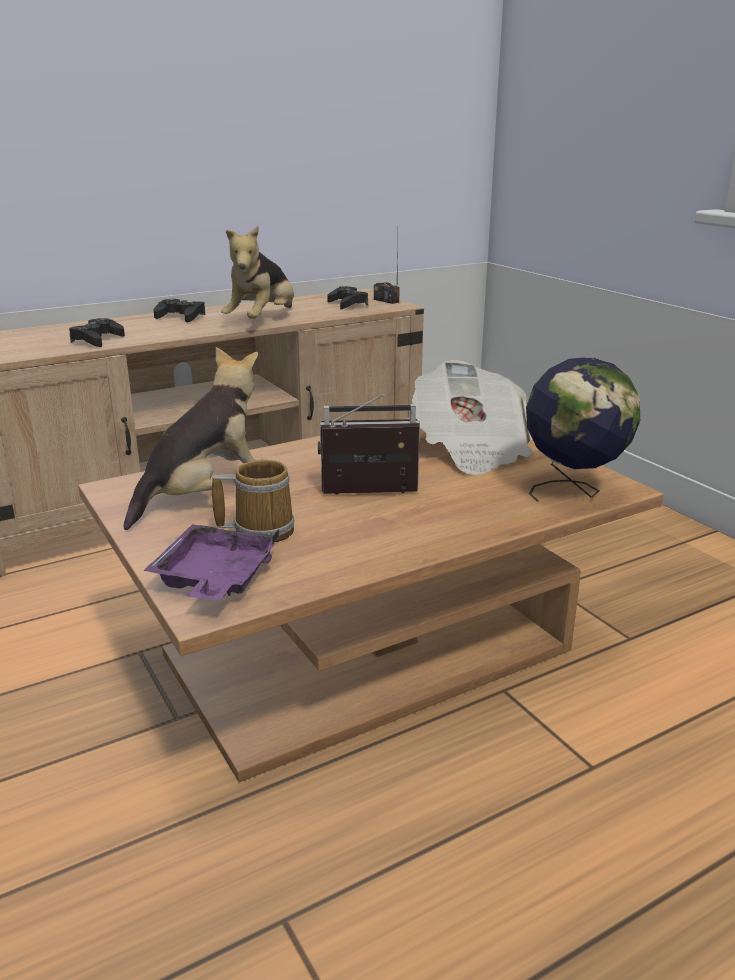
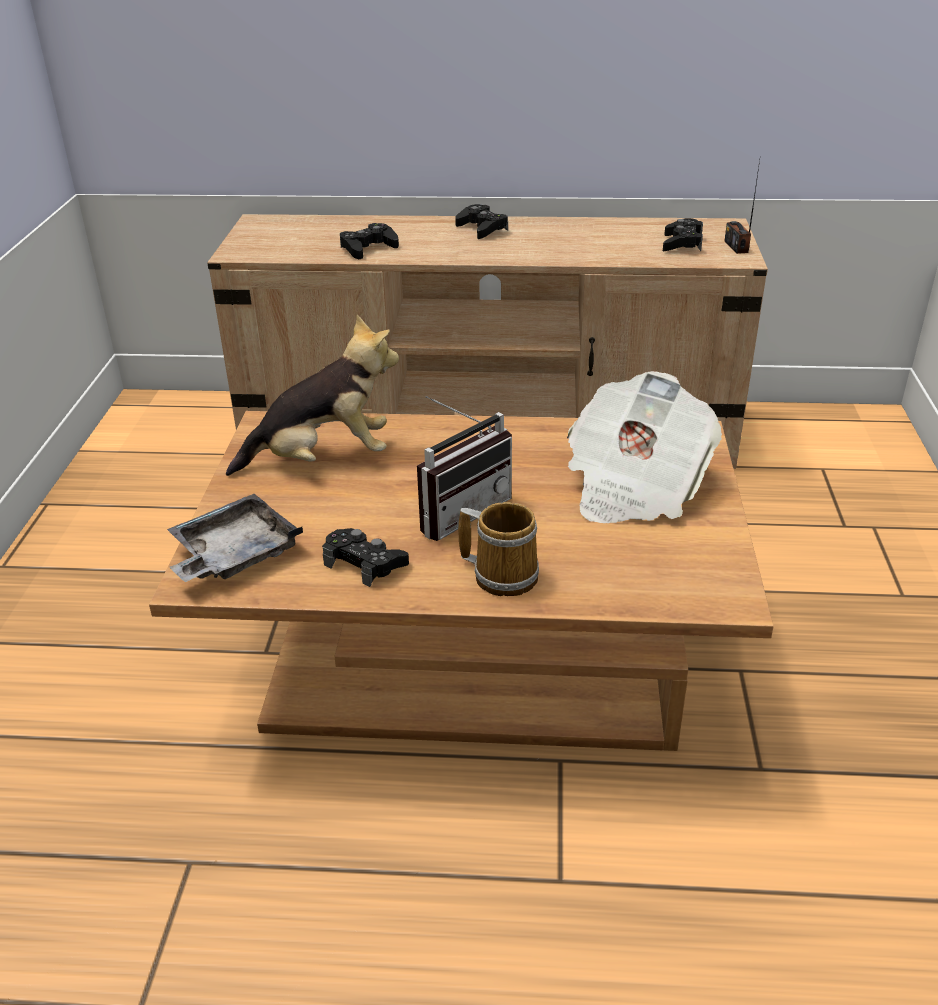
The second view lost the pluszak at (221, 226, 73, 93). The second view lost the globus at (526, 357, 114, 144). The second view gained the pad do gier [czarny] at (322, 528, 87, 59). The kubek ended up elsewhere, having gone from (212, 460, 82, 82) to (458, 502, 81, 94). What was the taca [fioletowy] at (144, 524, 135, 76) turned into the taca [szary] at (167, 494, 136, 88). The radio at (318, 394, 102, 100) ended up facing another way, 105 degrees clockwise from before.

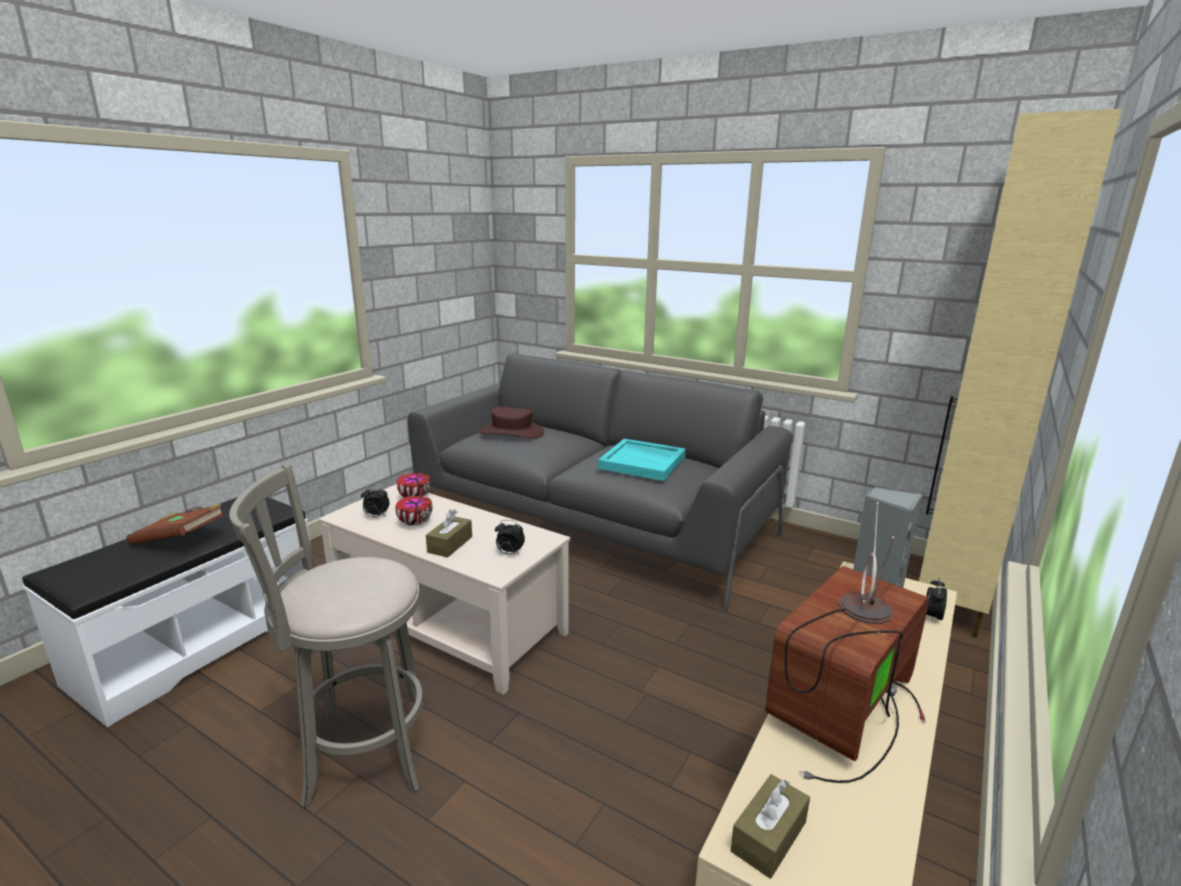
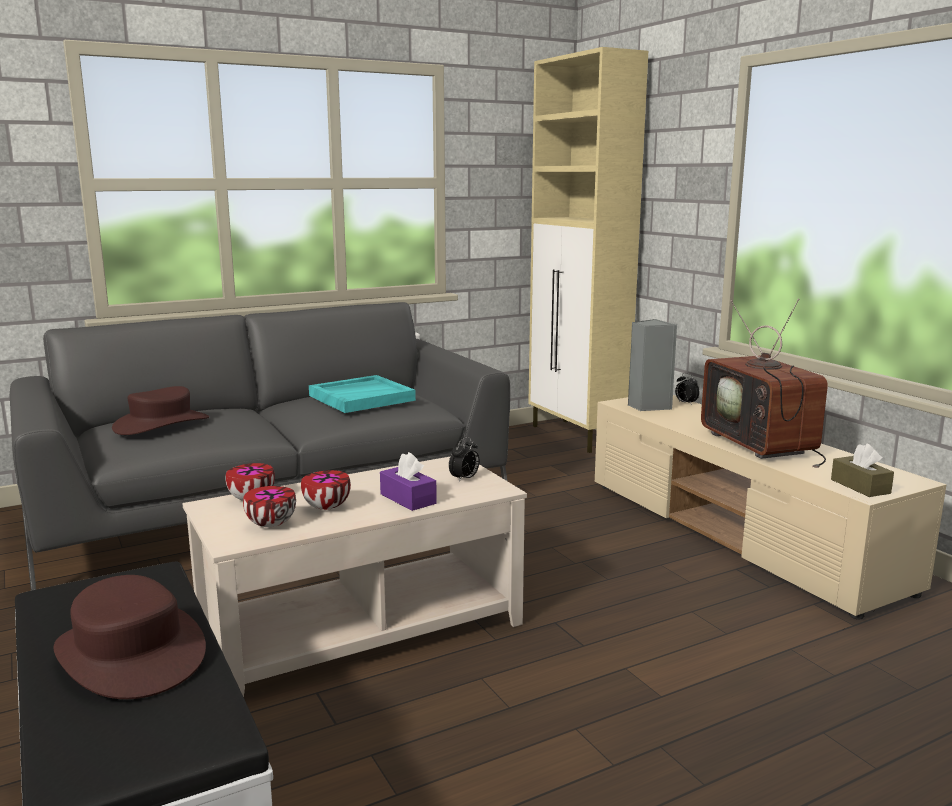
The second view lost the stołek [szary] at (229, 464, 197, 344). Where the książka [brązowy] stood at (126, 504, 99, 41), the kapelusz [brązowy] came to stand at (54, 575, 152, 124). Where the budzik stood at (361, 486, 29, 31), the miska came to stand at (243, 486, 53, 41). What was the pudełko chusteczek [brązowy] at (426, 509, 46, 48) turned into the pudełko chusteczek [fioletowy] at (380, 452, 57, 59).

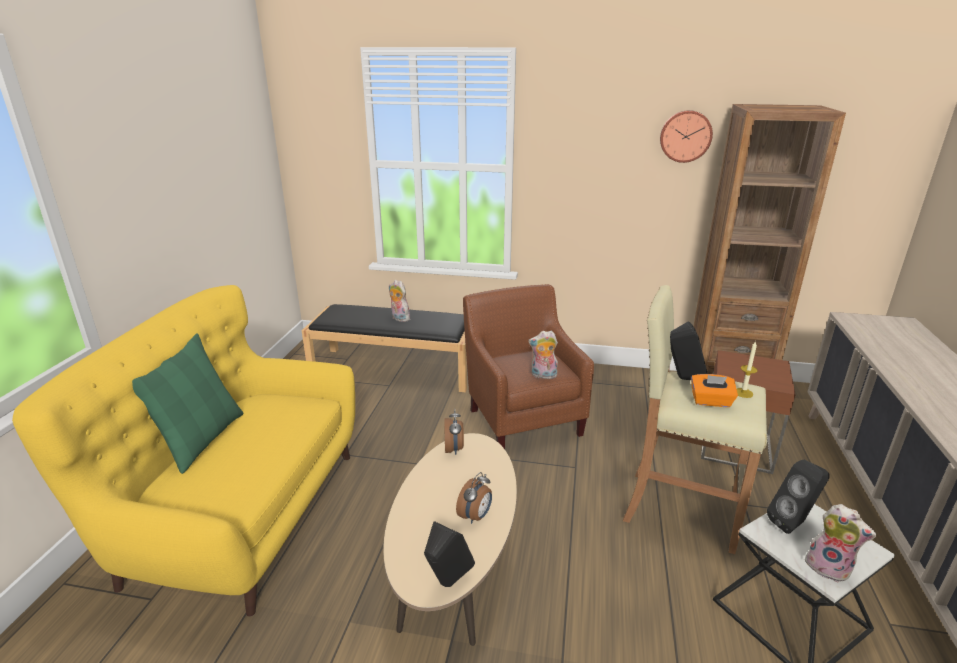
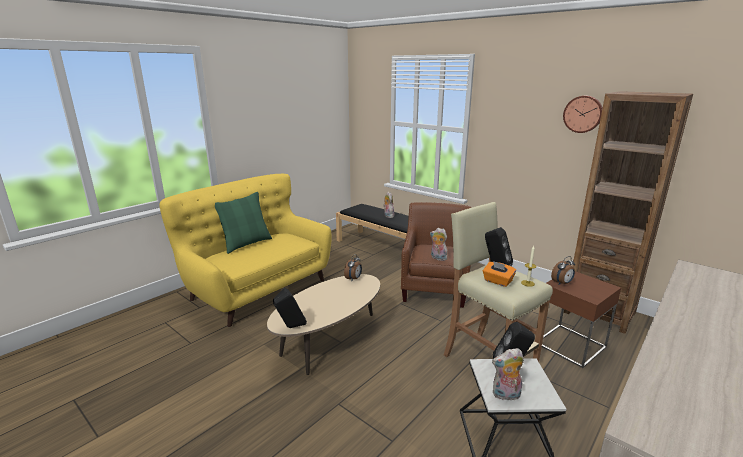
The budzik ended up elsewhere, having gone from (456, 472, 36, 52) to (551, 256, 24, 29). The pluszak at (805, 504, 71, 79) ended up facing another way, 105 degrees clockwise from before.

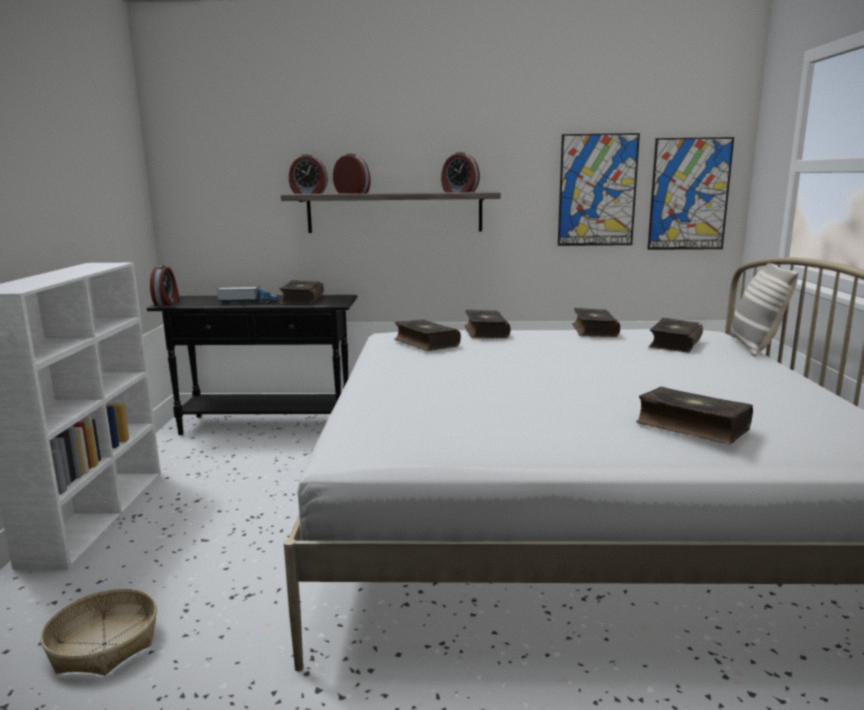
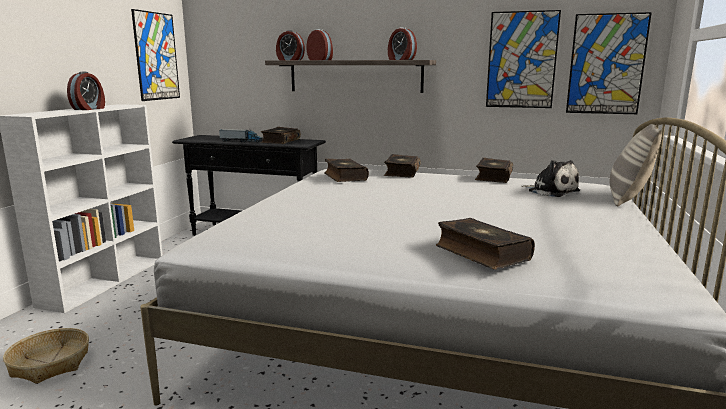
The second view gained the obraz at (131, 9, 49, 92). The budzik ended up elsewhere, having gone from (150, 265, 29, 41) to (67, 72, 38, 38). Where the książka stood at (648, 318, 55, 35), the pluszak came to stand at (521, 160, 59, 37).

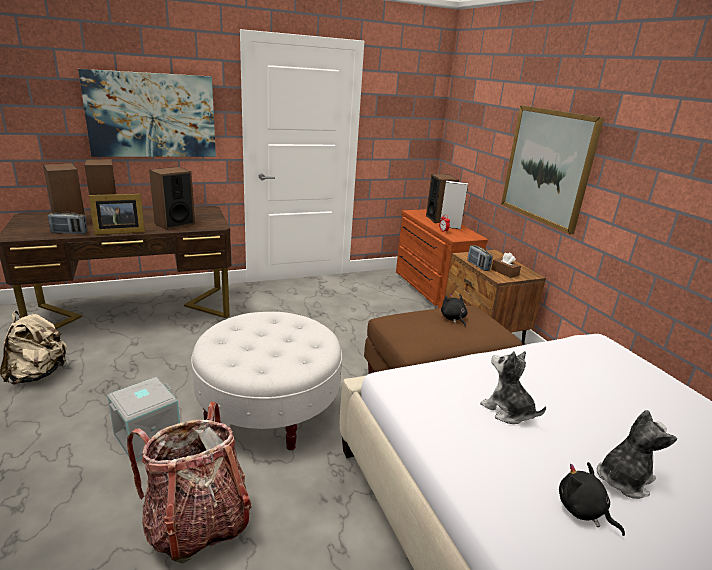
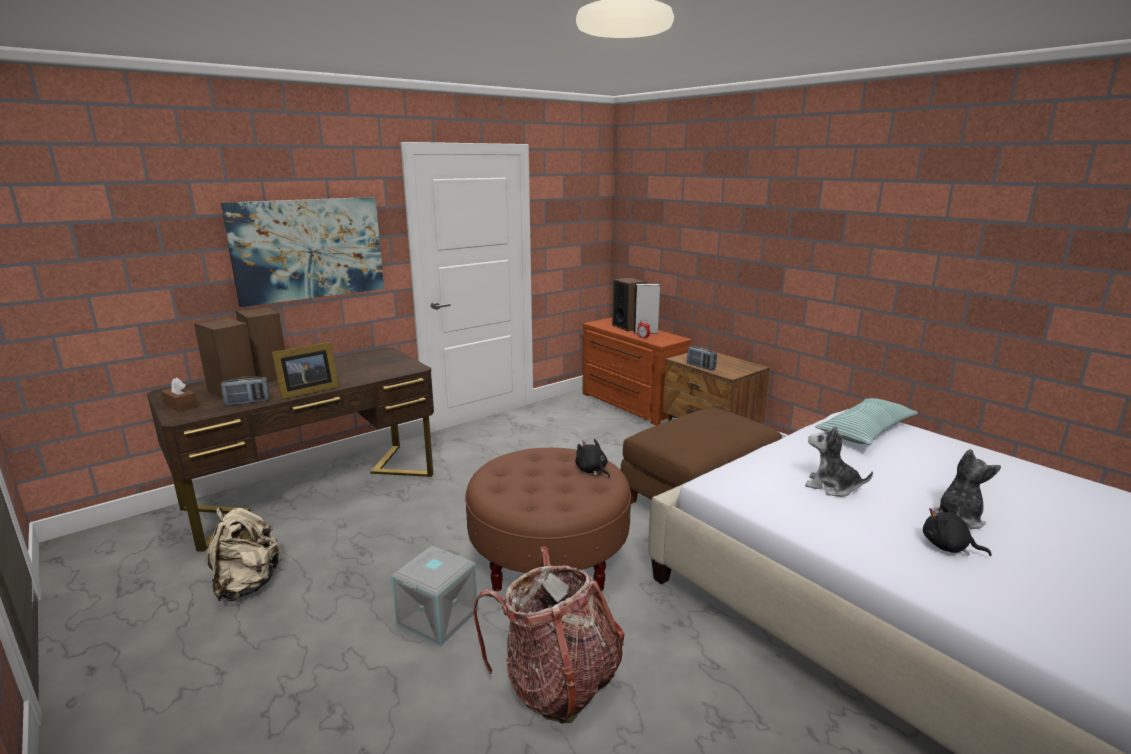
The second view lost the głośnik at (149, 167, 46, 63). The second view lost the obraz at (501, 105, 103, 129). The second view gained the poduszka at (815, 398, 103, 47). The pluszak [czarny] ended up elsewhere, having gone from (441, 294, 27, 33) to (575, 439, 35, 39). The pudełko chusteczek [brązowy] ended up elsewhere, having gone from (491, 252, 30, 26) to (161, 378, 36, 34). What was the pufa [biały] at (191, 312, 151, 138) turned into the pufa [brązowy] at (465, 448, 166, 143).

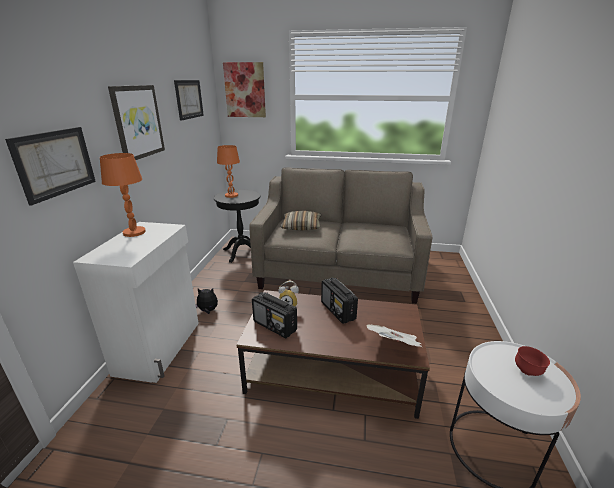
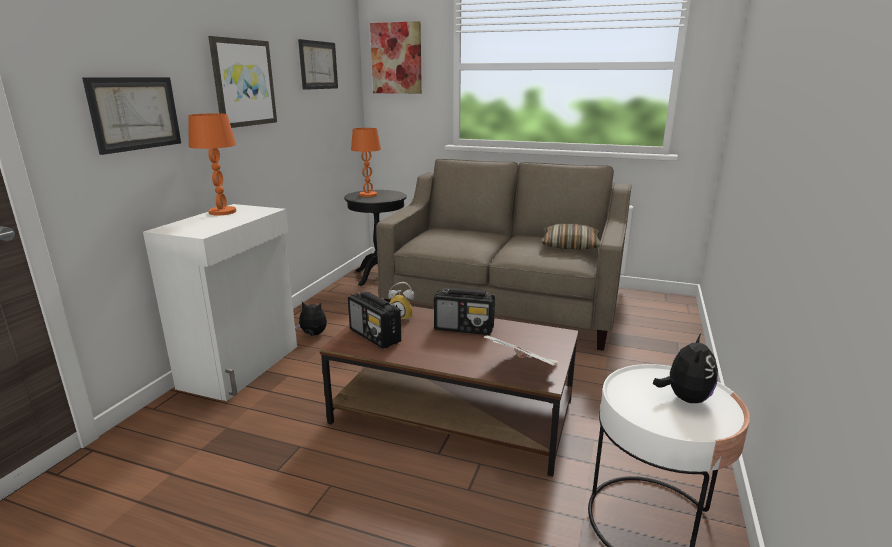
The poduszka ended up elsewhere, having gone from (280, 211, 41, 19) to (541, 224, 59, 26). Where the miska [czerwony] stood at (515, 346, 35, 30), the pluszak came to stand at (653, 332, 65, 71). The radio at (321, 277, 37, 47) ended up facing another way, 60 degrees counterclockwise from before.

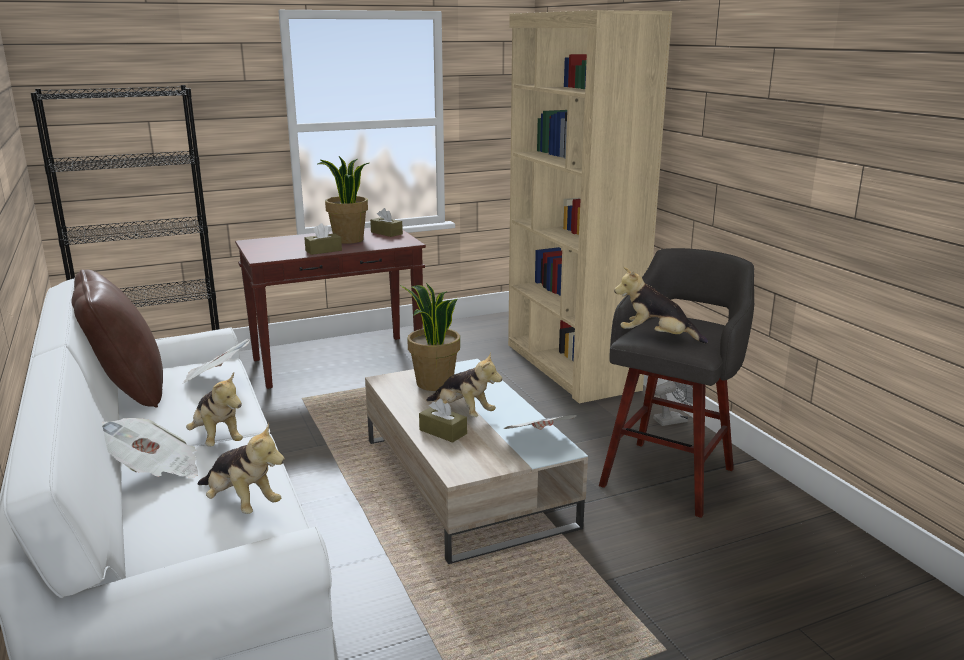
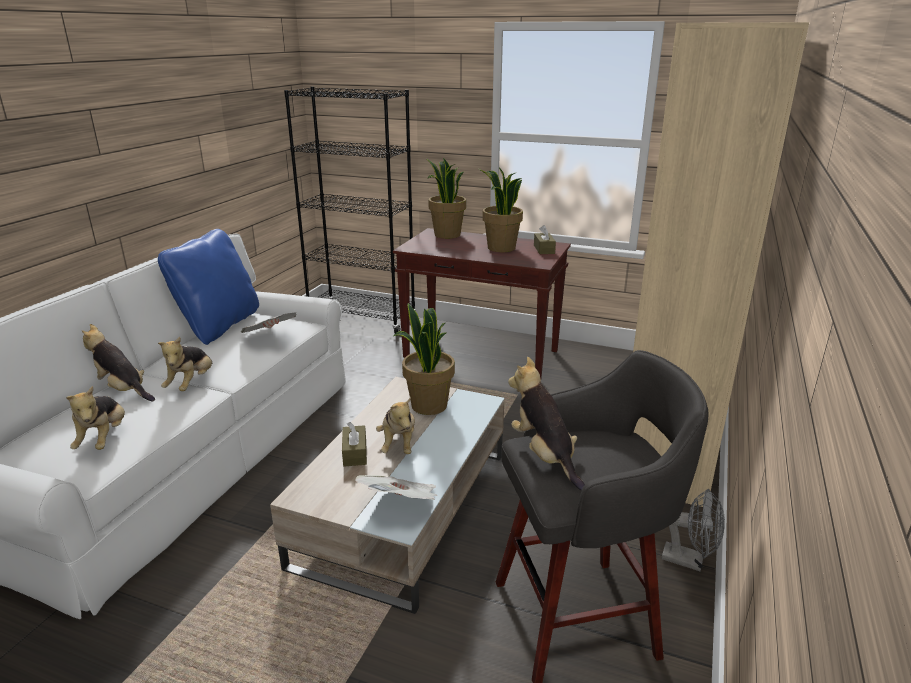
The second view lost the pudełko chusteczek [brązowy] at (304, 223, 38, 32). The second view gained the roślina doniczkowa at (426, 158, 40, 81). Where the gazeta stood at (102, 418, 96, 59), the pluszak came to stand at (82, 324, 73, 77). What was the poduszka [brązowy] at (72, 269, 91, 139) turned into the poduszka [niebieski] at (158, 229, 101, 116).

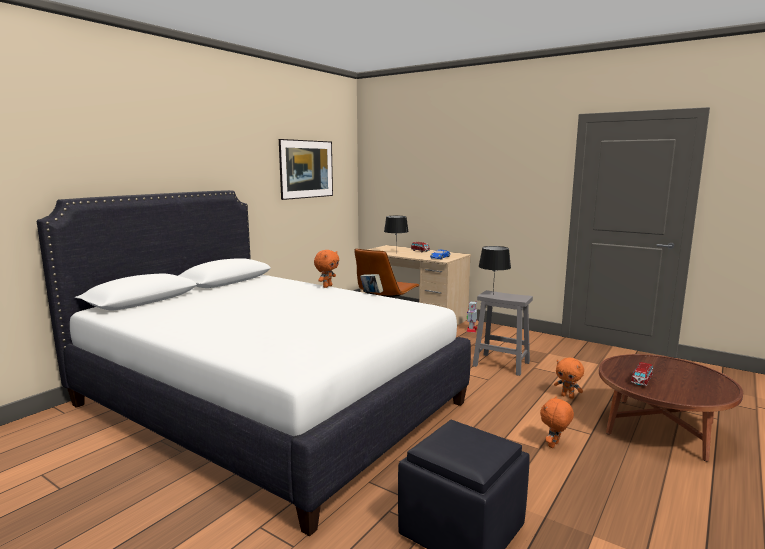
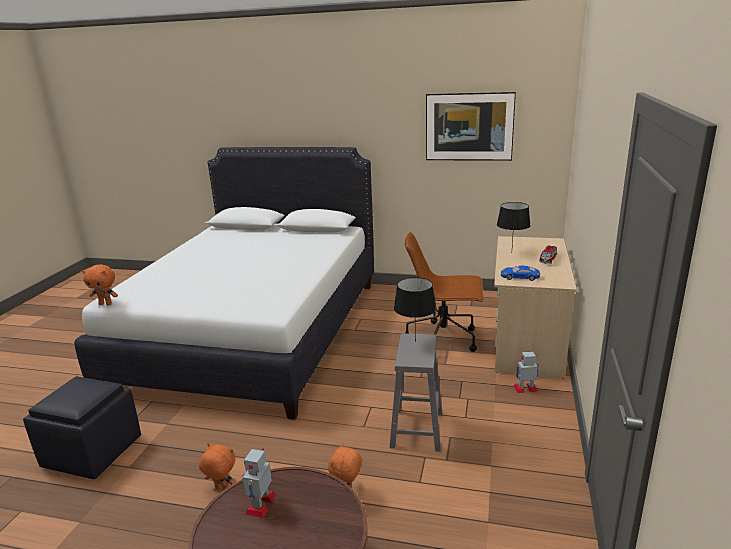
The second view lost the książka at (360, 274, 23, 19). The pluszak [pomarańczowy] ended up elsewhere, having gone from (314, 250, 25, 38) to (82, 264, 36, 41). Where the samochodzik stood at (631, 362, 22, 24), the robot zabawkowy came to stand at (242, 448, 35, 70).

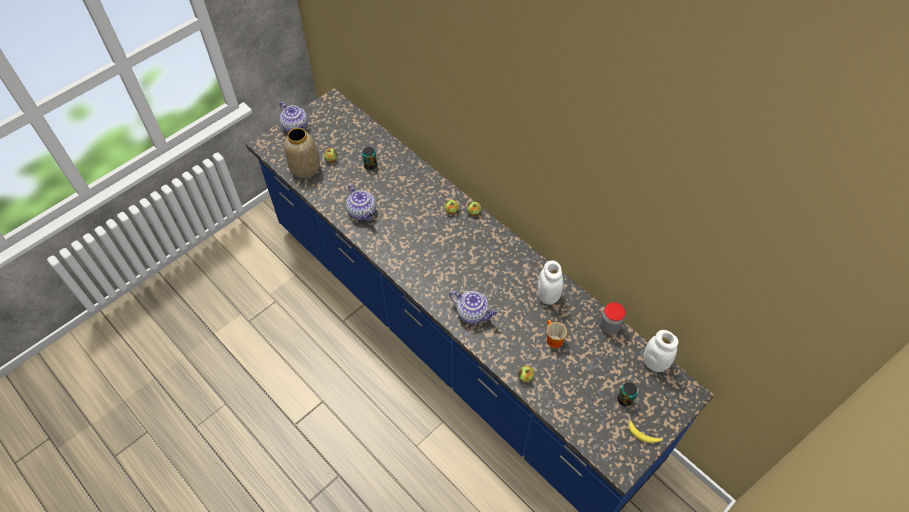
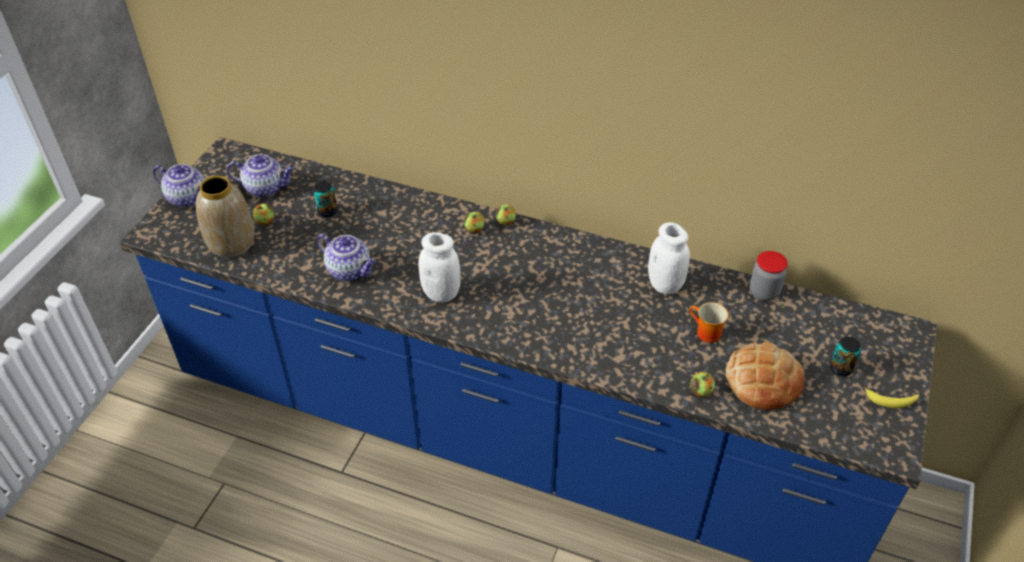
The second view gained the chleb at (726, 342, 79, 68). The imbryk ended up elsewhere, having gone from (449, 291, 48, 33) to (227, 154, 67, 44). The słoik [biały] ended up elsewhere, having gone from (643, 330, 36, 42) to (419, 232, 42, 71).

